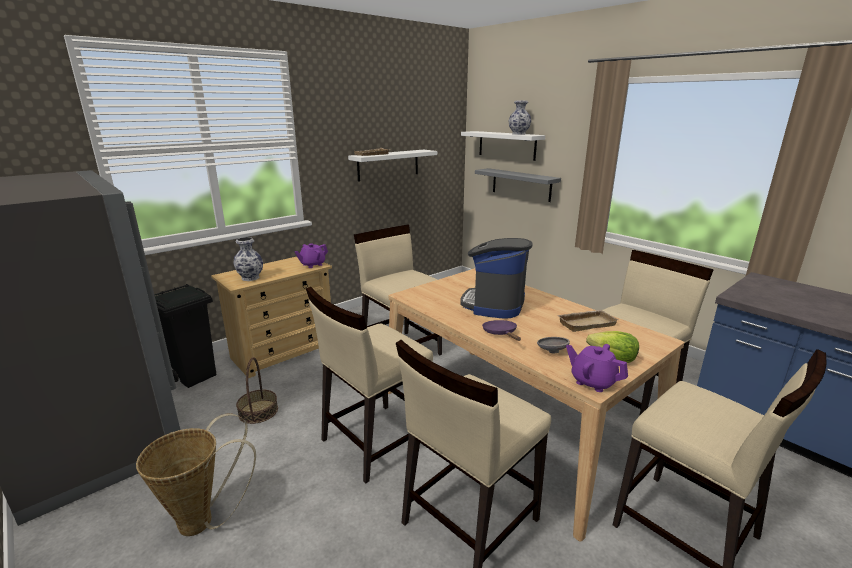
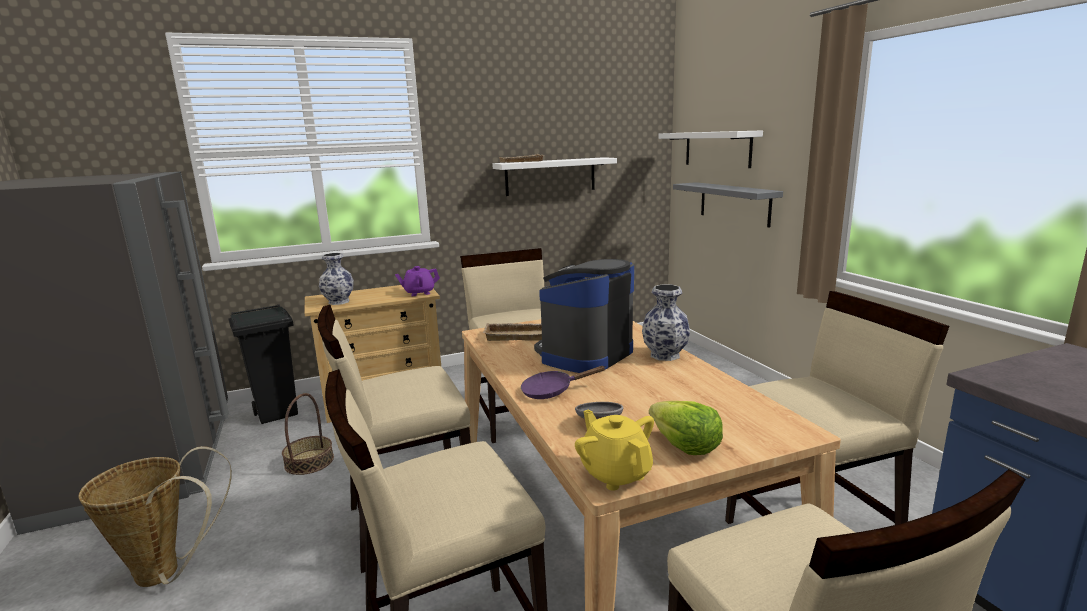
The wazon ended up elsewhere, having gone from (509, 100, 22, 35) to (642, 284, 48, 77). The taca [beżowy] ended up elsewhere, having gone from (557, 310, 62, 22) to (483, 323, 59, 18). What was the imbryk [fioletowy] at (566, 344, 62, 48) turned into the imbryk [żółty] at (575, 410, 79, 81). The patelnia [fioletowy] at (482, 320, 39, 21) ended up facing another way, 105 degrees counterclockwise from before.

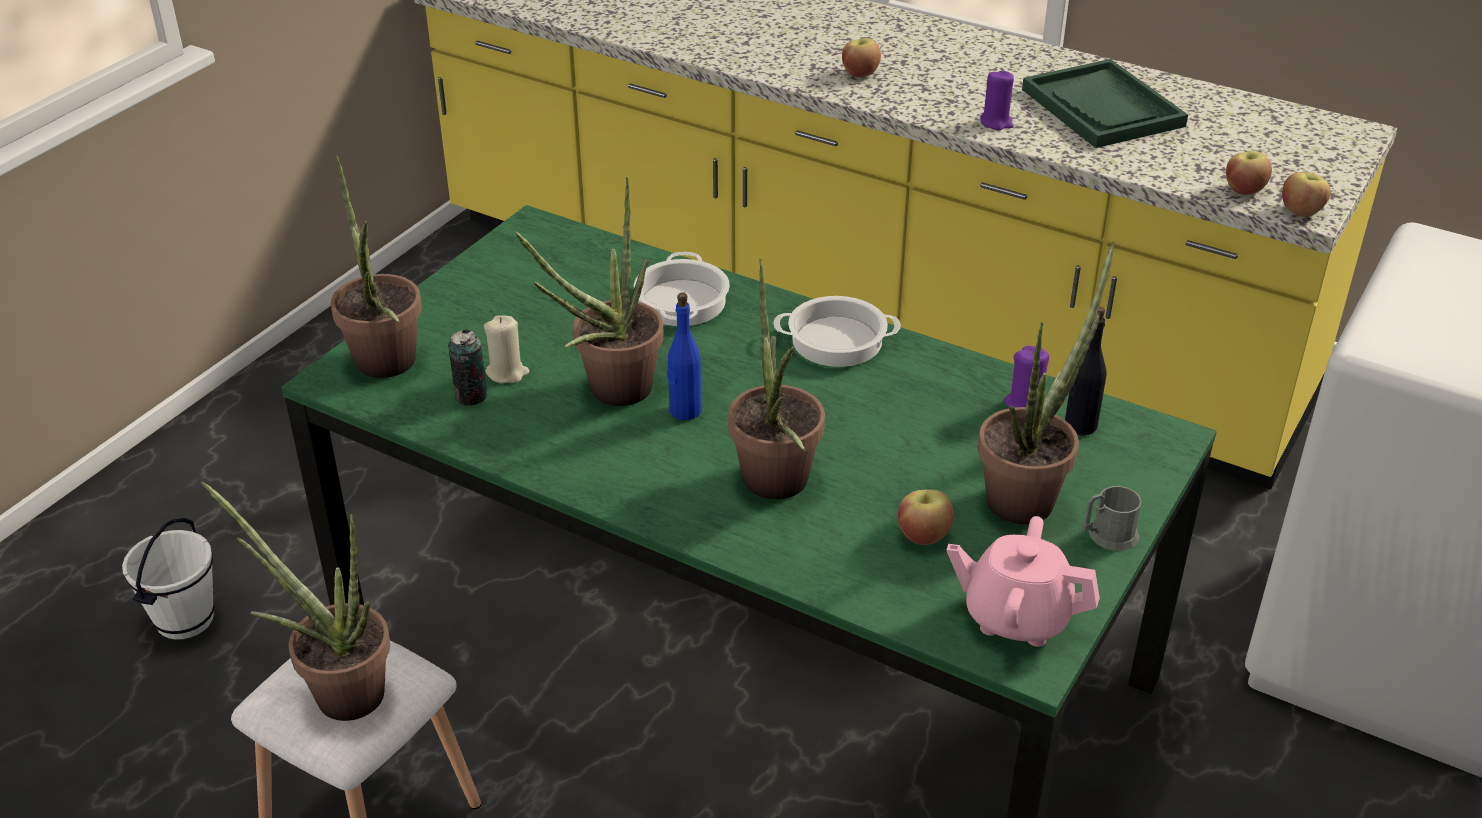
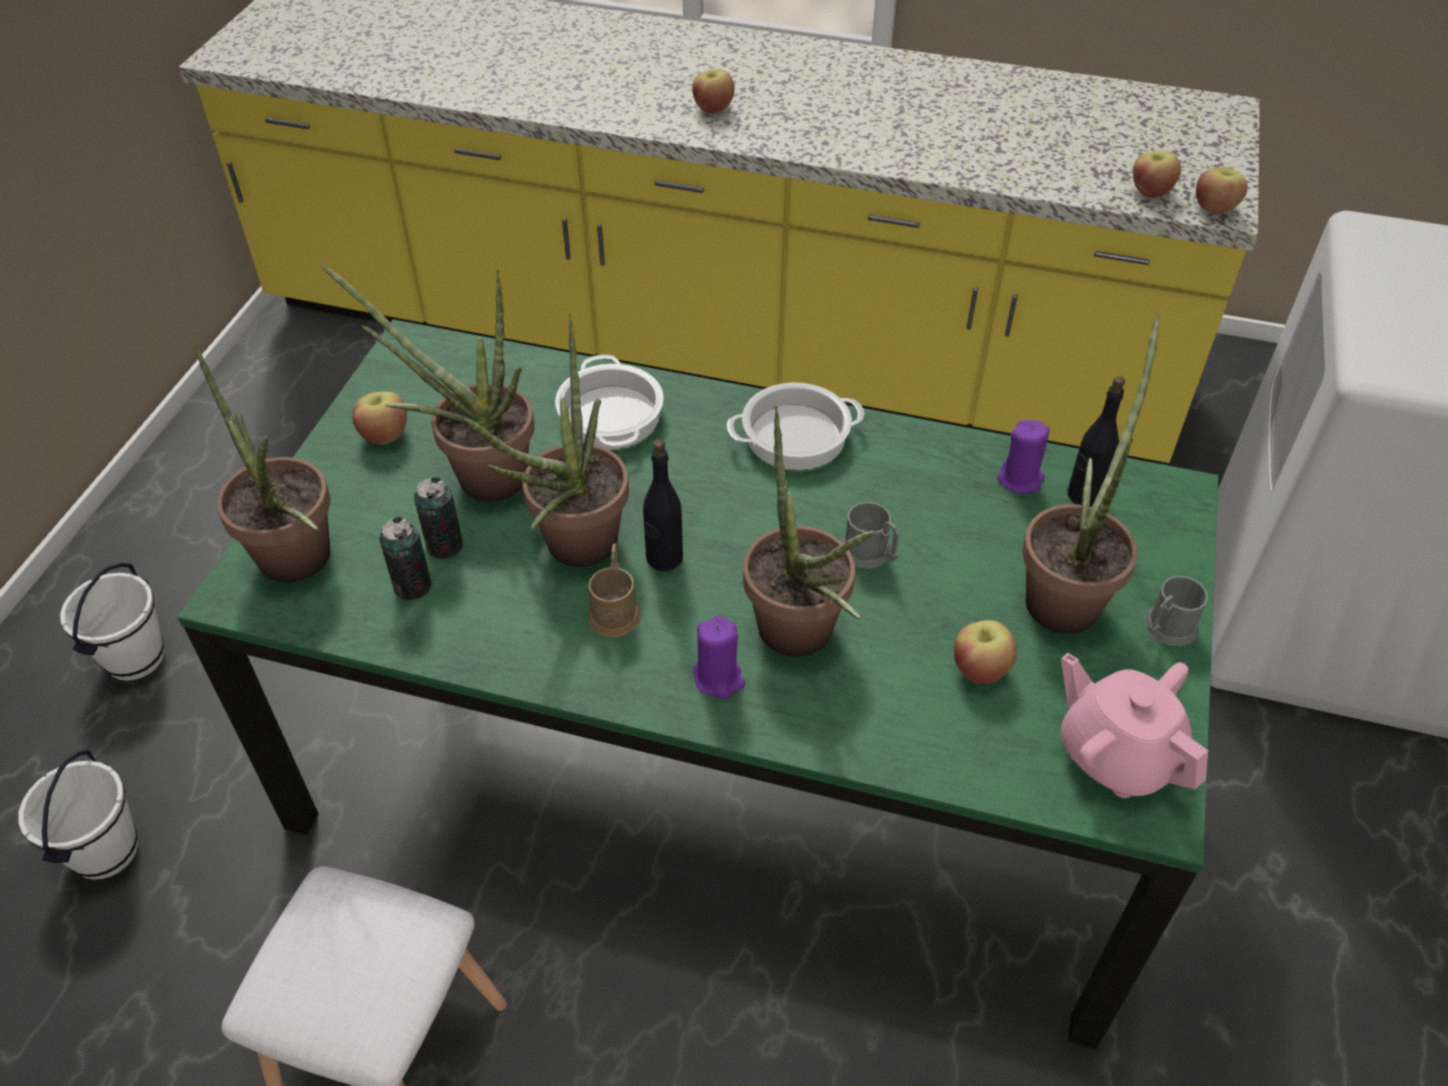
The second view lost the taca [zielony] at (1022, 59, 166, 89). The second view gained the wiadro [biały] at (60, 563, 104, 118). The second view gained the jabłko at (352, 391, 55, 54). The second view gained the kubek [brązowy] at (587, 543, 54, 94). The second view gained the kubek [szary] at (841, 502, 58, 67). The roślina doniczkowa ended up elsewhere, having gone from (201, 481, 189, 240) to (320, 263, 215, 239). The świeca [fioletowy] ended up elsewhere, having gone from (980, 70, 34, 60) to (693, 615, 52, 84). Where the świeca [beżowy] stood at (484, 315, 45, 68), the puszka came to stand at (414, 477, 49, 82). What was the butelka [niebieski] at (667, 293, 34, 127) turned into the butelka [czarny] at (643, 439, 40, 132). The imbryk [różowy] at (947, 516, 153, 131) ended up facing another way, 45 degrees clockwise from before.

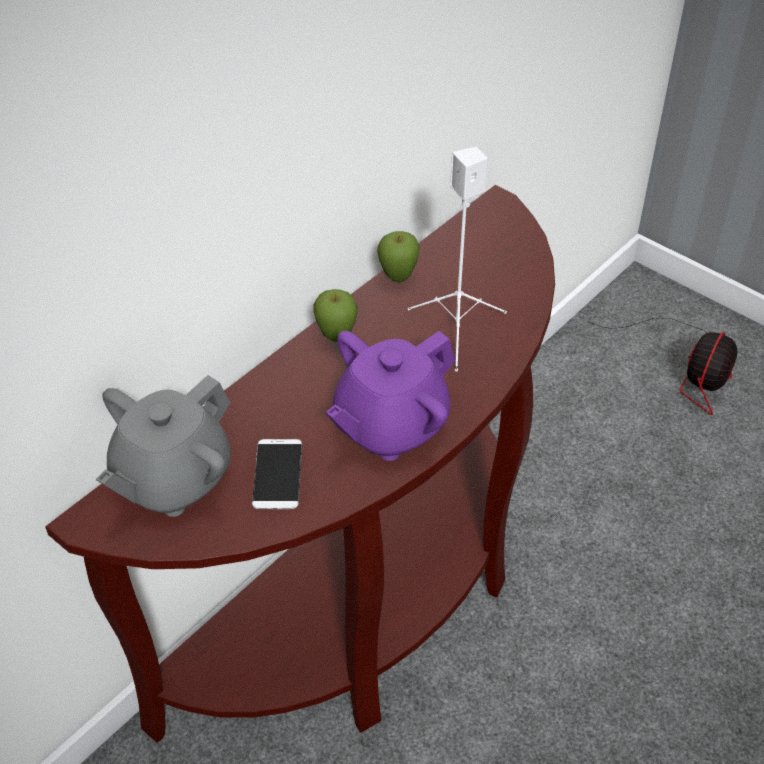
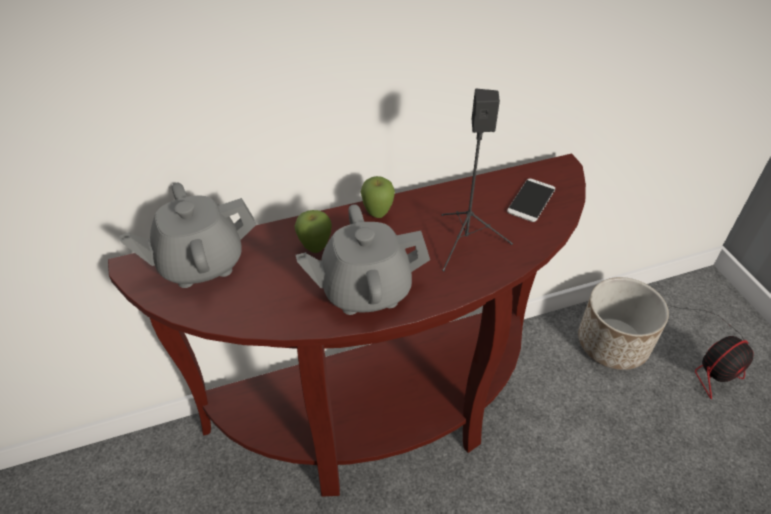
The second view gained the donica at (578, 277, 91, 93). The telefon ended up elsewhere, having gone from (252, 439, 50, 70) to (507, 178, 48, 44). The jabłko ended up elsewhere, having gone from (377, 231, 43, 51) to (294, 210, 38, 43). What was the imbryk [fioletowy] at (326, 331, 129, 130) turned into the imbryk [szary] at (296, 204, 134, 111). What was the głośnik [biały] at (408, 147, 99, 224) turned into the głośnik [czarny] at (441, 89, 72, 182).

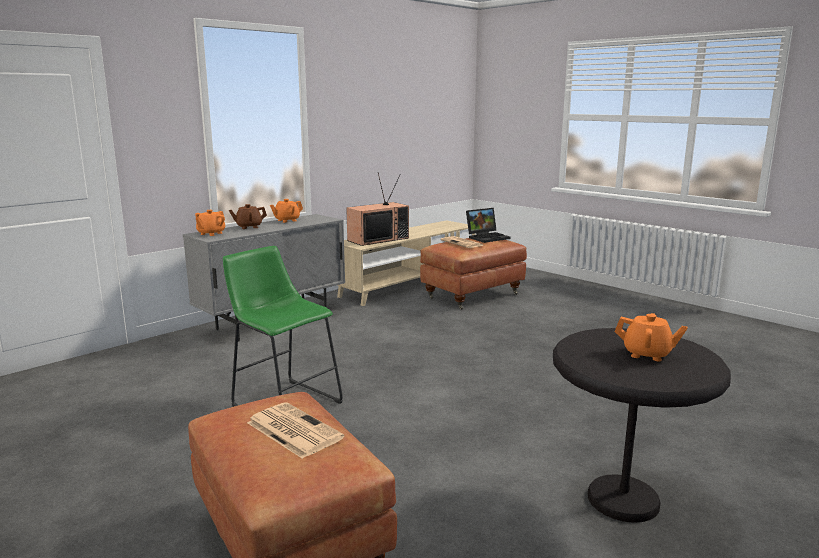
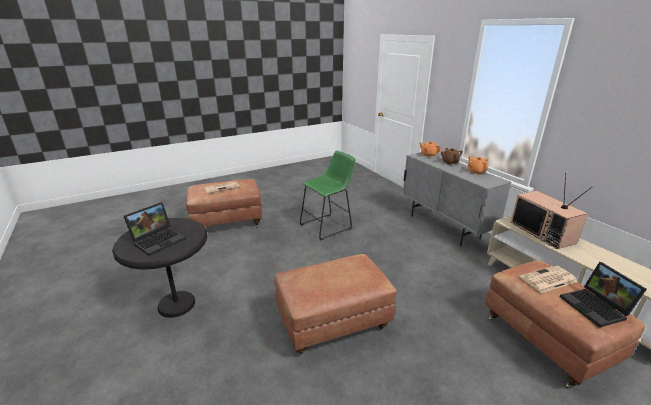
The second view gained the pufa [brązowy] at (274, 254, 123, 101). Where the imbryk [pomarańczowy] stood at (615, 313, 73, 48), the laptop came to stand at (124, 202, 61, 54).

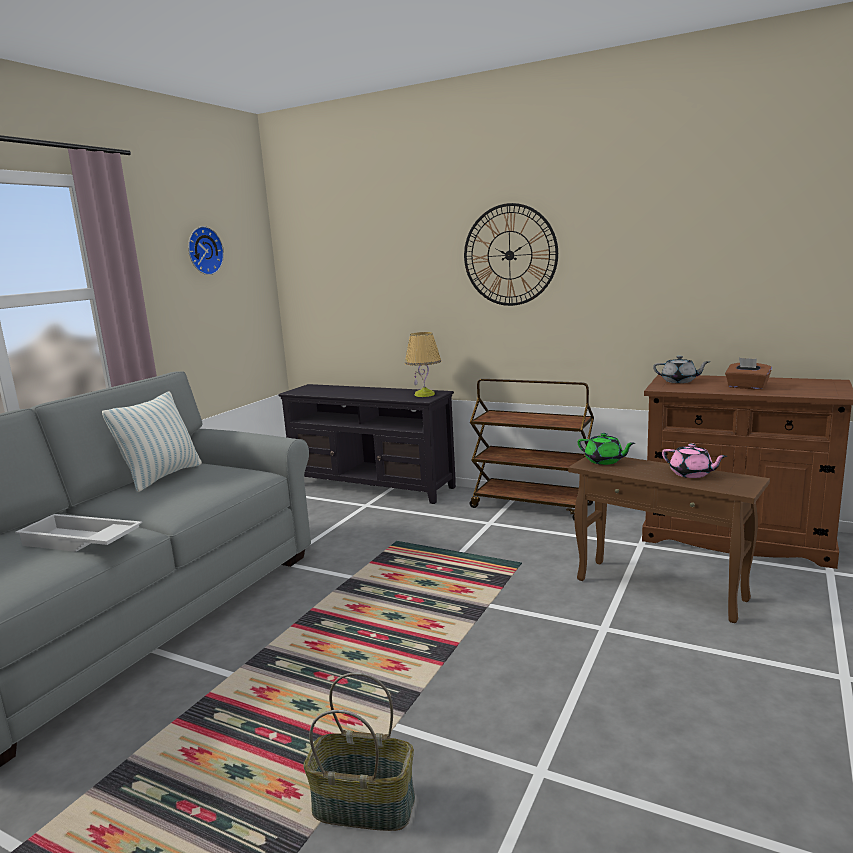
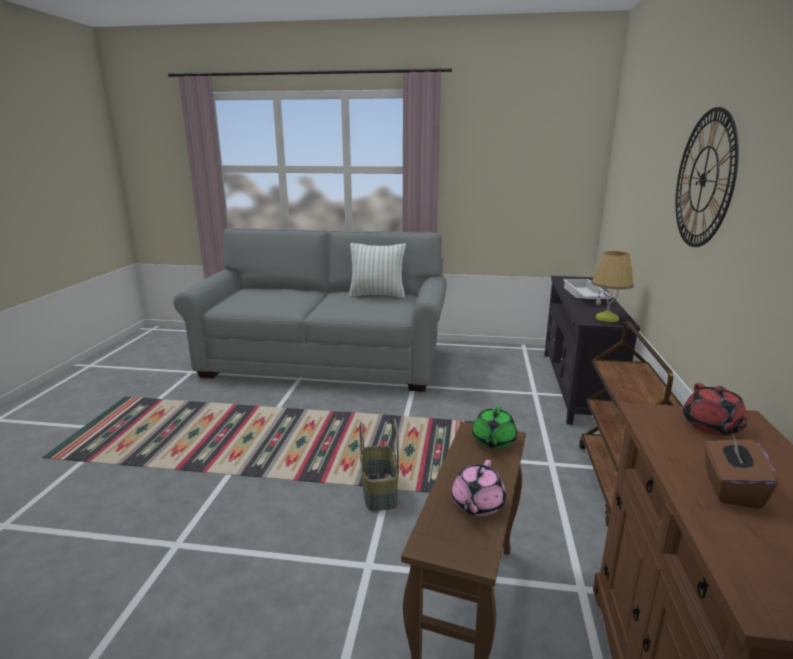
The second view lost the zegar ścienny at (188, 226, 36, 49). The taca [biały] ended up elsewhere, having gone from (15, 514, 127, 38) to (563, 279, 51, 20). The koszyk ended up elsewhere, having gone from (303, 672, 112, 159) to (360, 419, 39, 92). What was the imbryk [szary] at (653, 356, 56, 27) turned into the imbryk [czerwony] at (683, 383, 65, 53).

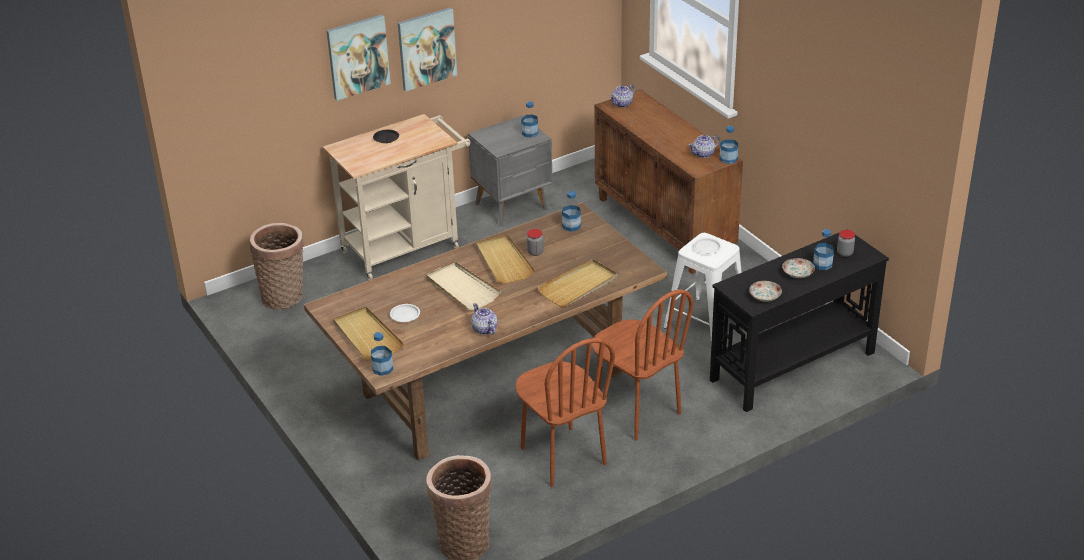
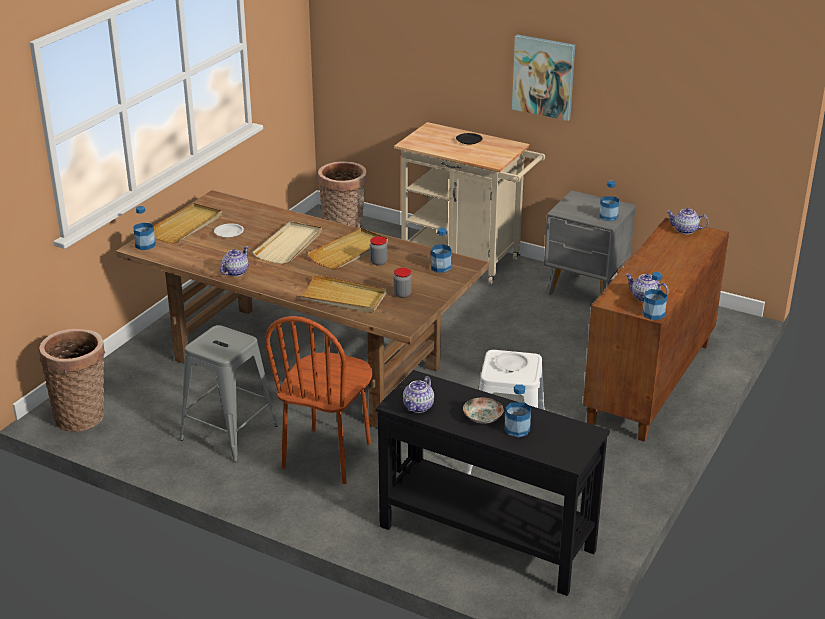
The second view lost the obraz at (326, 15, 65, 86). The słoik ended up elsewhere, having gone from (837, 230, 18, 27) to (393, 268, 19, 30). Where the krzesło [brązowy] stood at (516, 338, 99, 149), the stołek [szary] came to stand at (179, 325, 99, 137). Where the talerz stood at (749, 281, 33, 21), the imbryk came to stand at (403, 376, 31, 37).

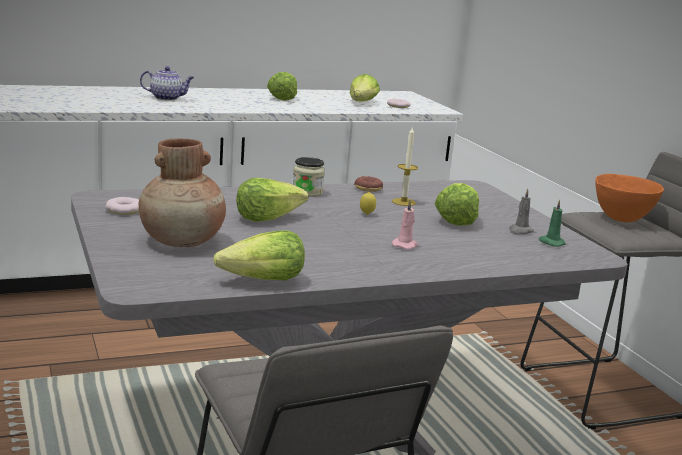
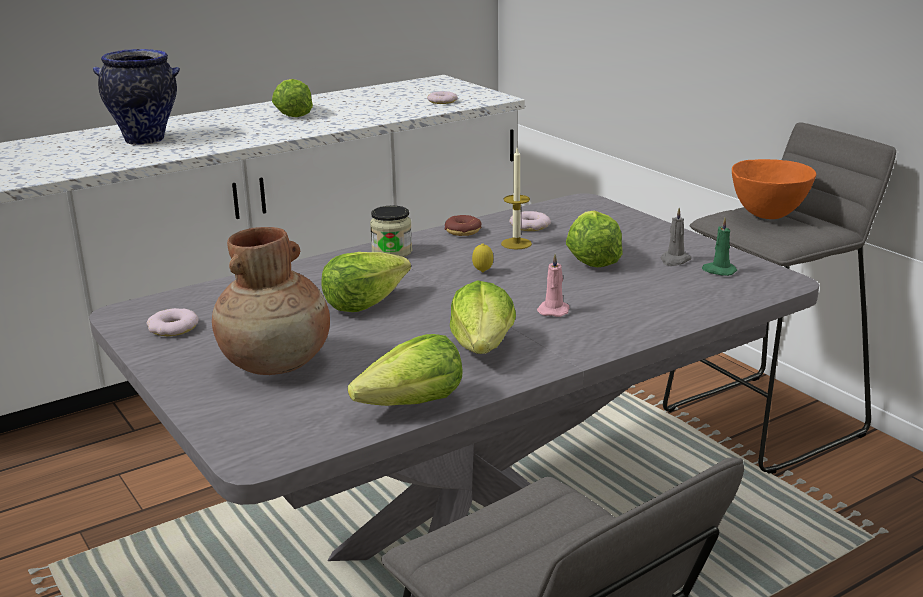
The second view gained the donut at (509, 211, 42, 20). The sałata ended up elsewhere, having gone from (350, 74, 30, 28) to (450, 280, 66, 74). Where the imbryk stood at (140, 66, 54, 35), the wazon came to stand at (93, 49, 87, 96).

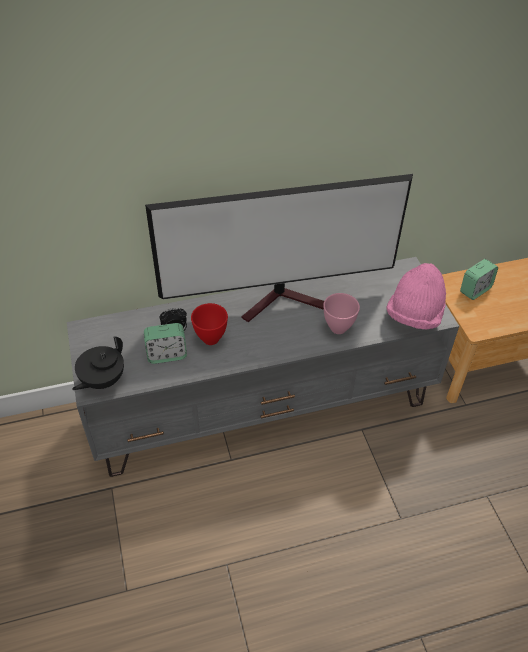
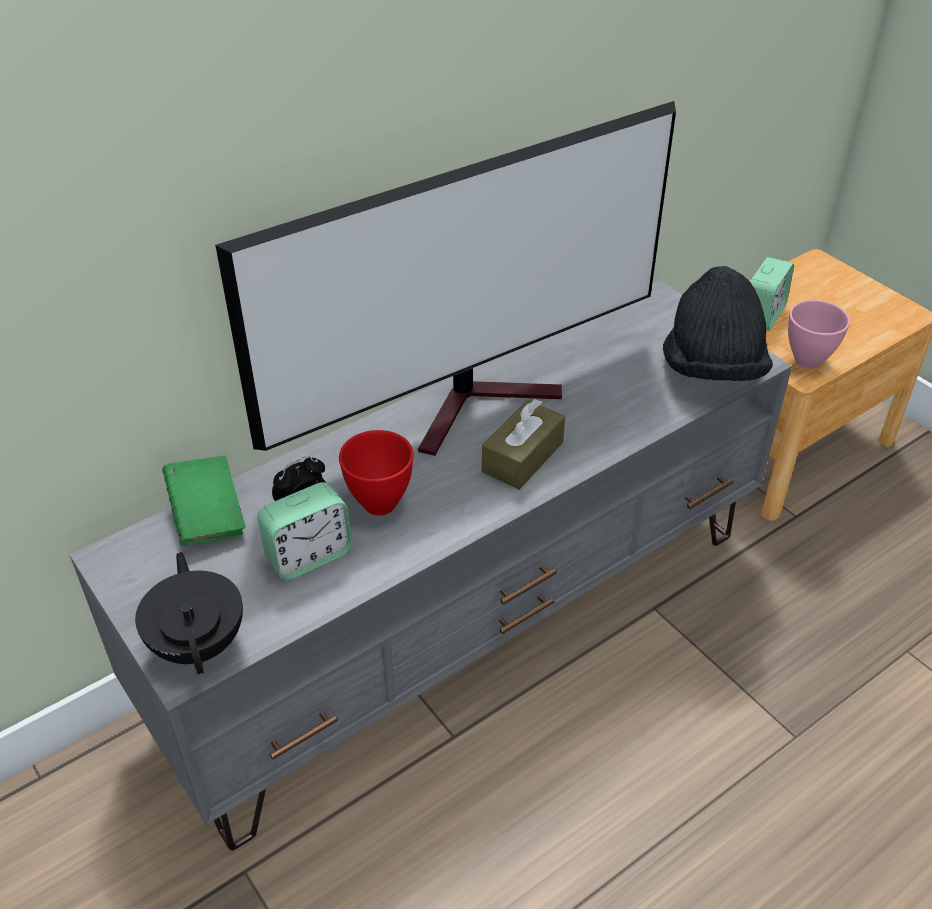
The second view gained the książka [zielony] at (162, 455, 83, 91). The second view gained the pudełko chusteczek [brązowy] at (482, 399, 83, 91). The miska [różowy] ended up elsewhere, having gone from (323, 293, 37, 41) to (788, 300, 62, 69). What was the kapelusz [różowy] at (387, 263, 59, 66) turned into the kapelusz [czarny] at (663, 266, 110, 115). The imbryk [czarny] at (72, 336, 52, 54) ended up facing another way, 150 degrees clockwise from before.

